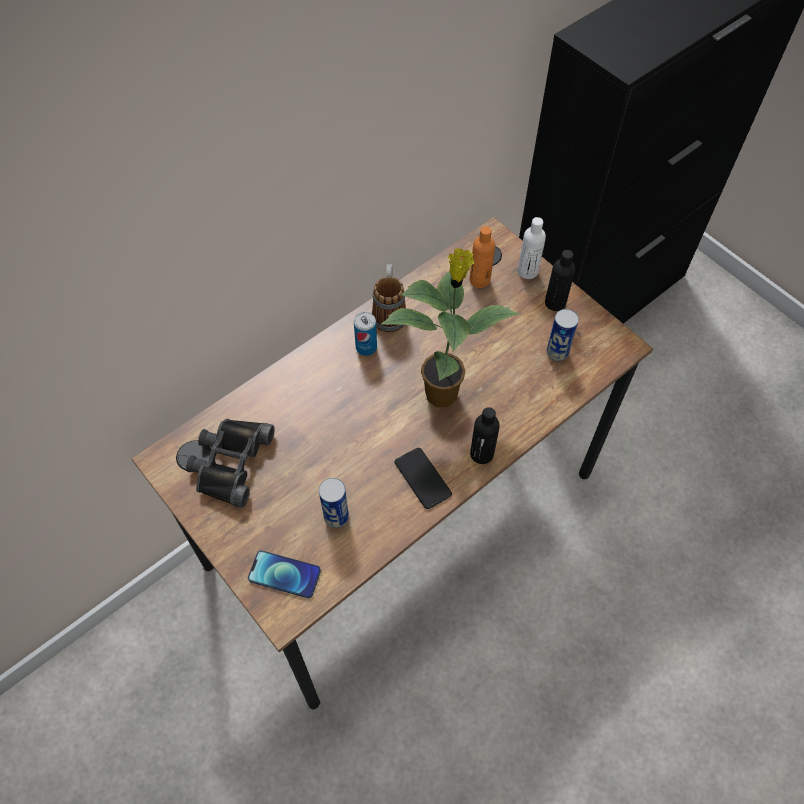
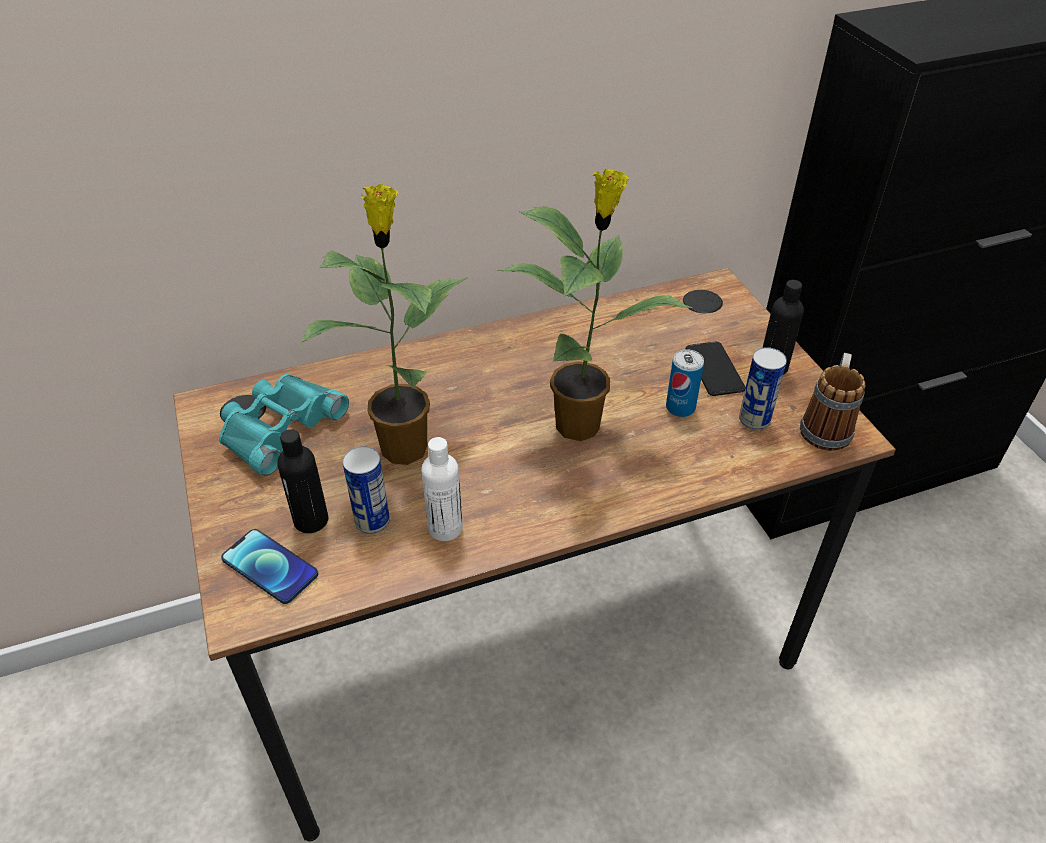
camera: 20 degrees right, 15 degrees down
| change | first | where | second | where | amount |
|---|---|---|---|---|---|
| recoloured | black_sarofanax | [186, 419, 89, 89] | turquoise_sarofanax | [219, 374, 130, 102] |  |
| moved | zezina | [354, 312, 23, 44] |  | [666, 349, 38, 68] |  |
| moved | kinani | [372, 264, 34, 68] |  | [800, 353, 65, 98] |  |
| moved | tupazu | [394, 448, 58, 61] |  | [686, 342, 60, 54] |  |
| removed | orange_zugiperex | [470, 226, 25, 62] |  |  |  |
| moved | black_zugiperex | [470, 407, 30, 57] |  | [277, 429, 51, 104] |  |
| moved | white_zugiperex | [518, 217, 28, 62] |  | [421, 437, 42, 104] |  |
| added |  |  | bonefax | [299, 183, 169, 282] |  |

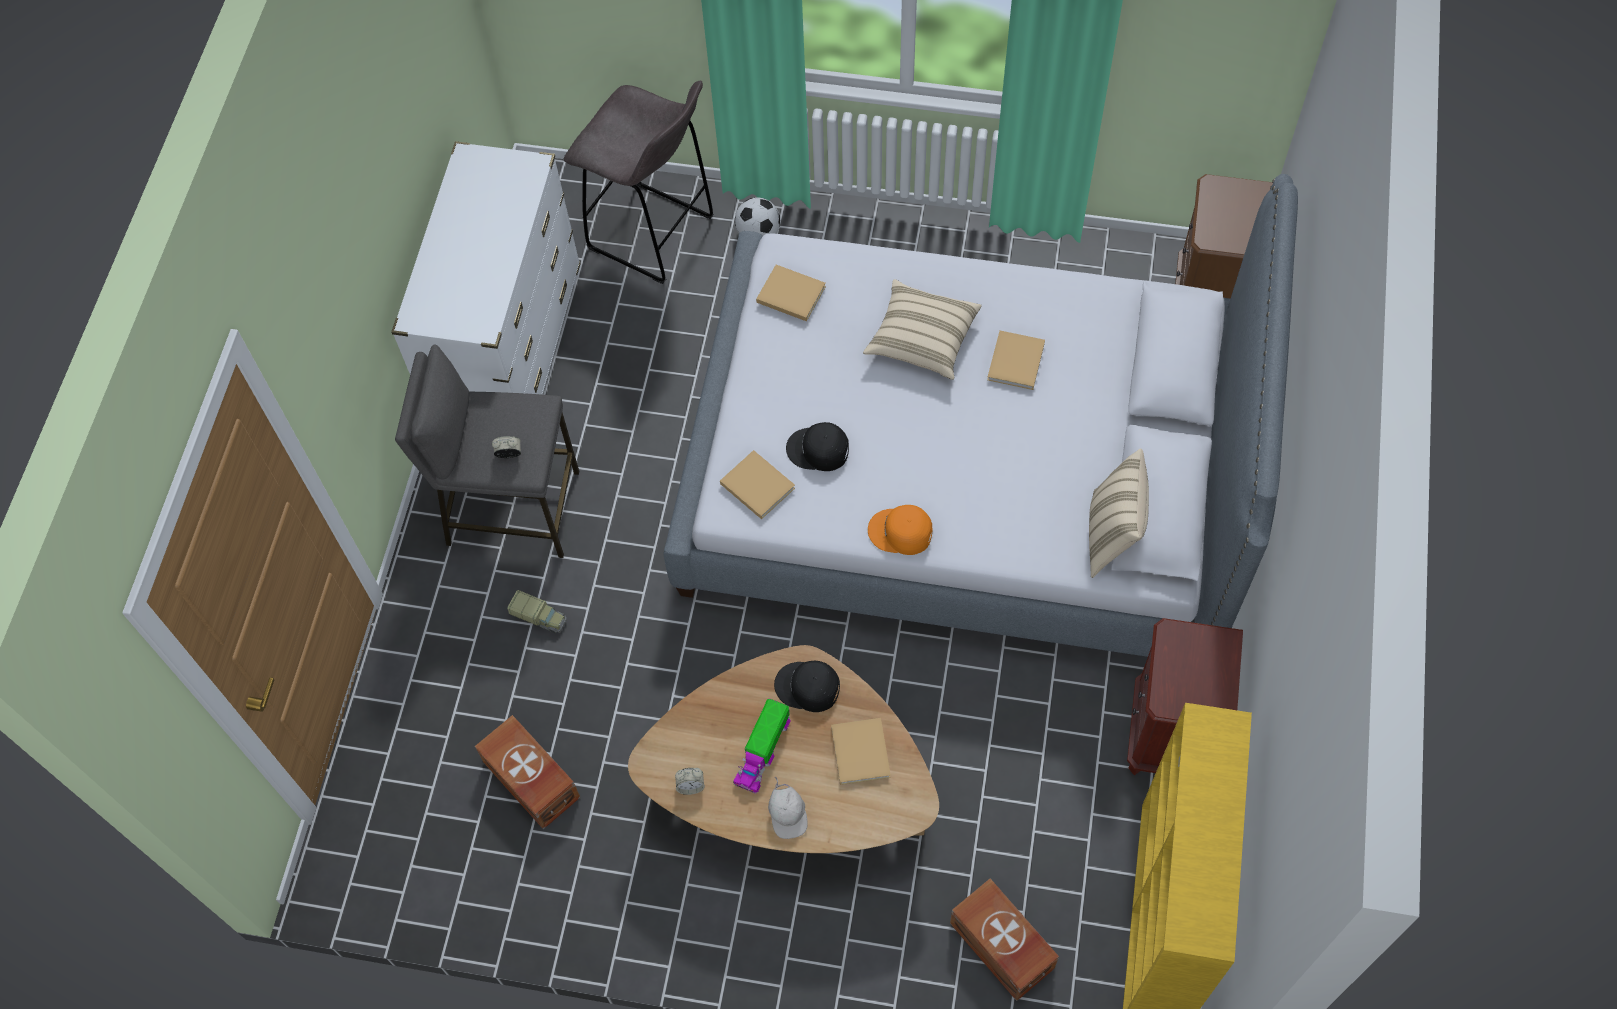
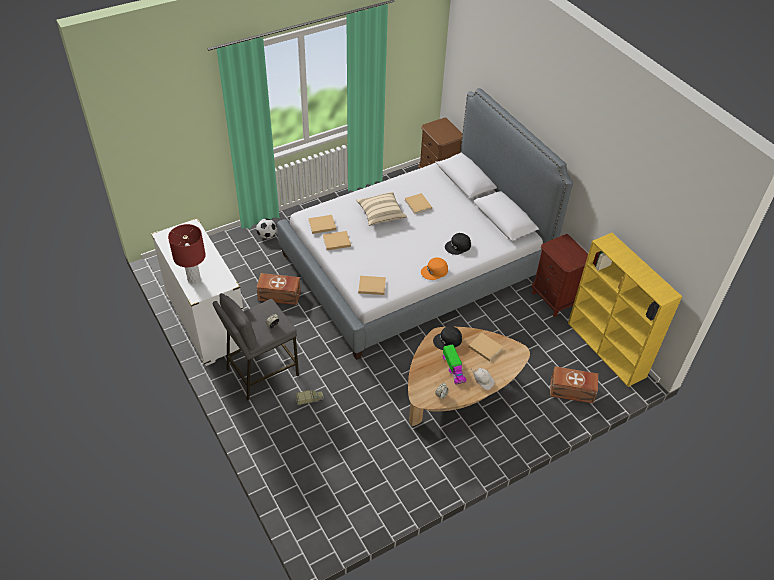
camera: 45 degrees left, 15 degrees down
| change | first | where | second | where | amount |
|---|---|---|---|---|---|
| moved | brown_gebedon | [475, 715, 105, 114] |  | [256, 273, 45, 32] |  |
| removed | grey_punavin | [564, 80, 150, 204] |  |  |  |
| moved | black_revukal | [786, 422, 63, 49] |  | [445, 233, 26, 22] |  |
| removed | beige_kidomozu | [1089, 448, 60, 130] |  |  |  |
| added |  |  | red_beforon | [168, 224, 38, 60] |  |
| added |  |  | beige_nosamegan | [323, 231, 28, 19] |  |

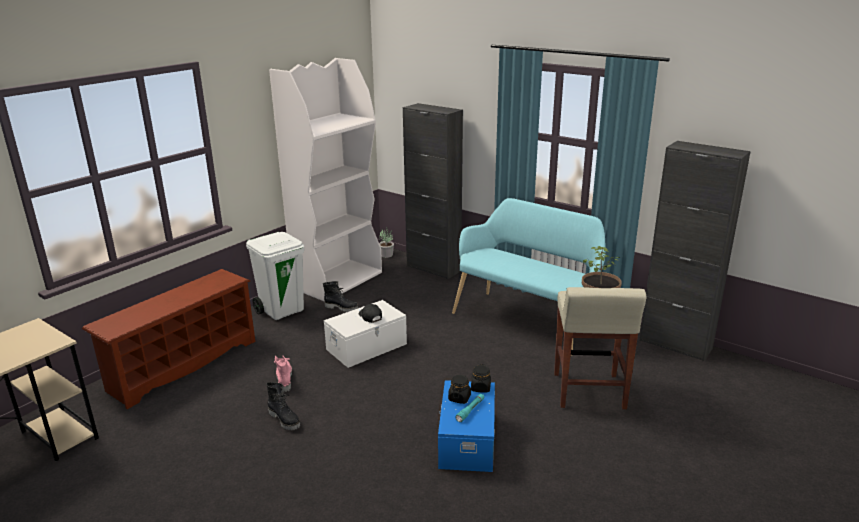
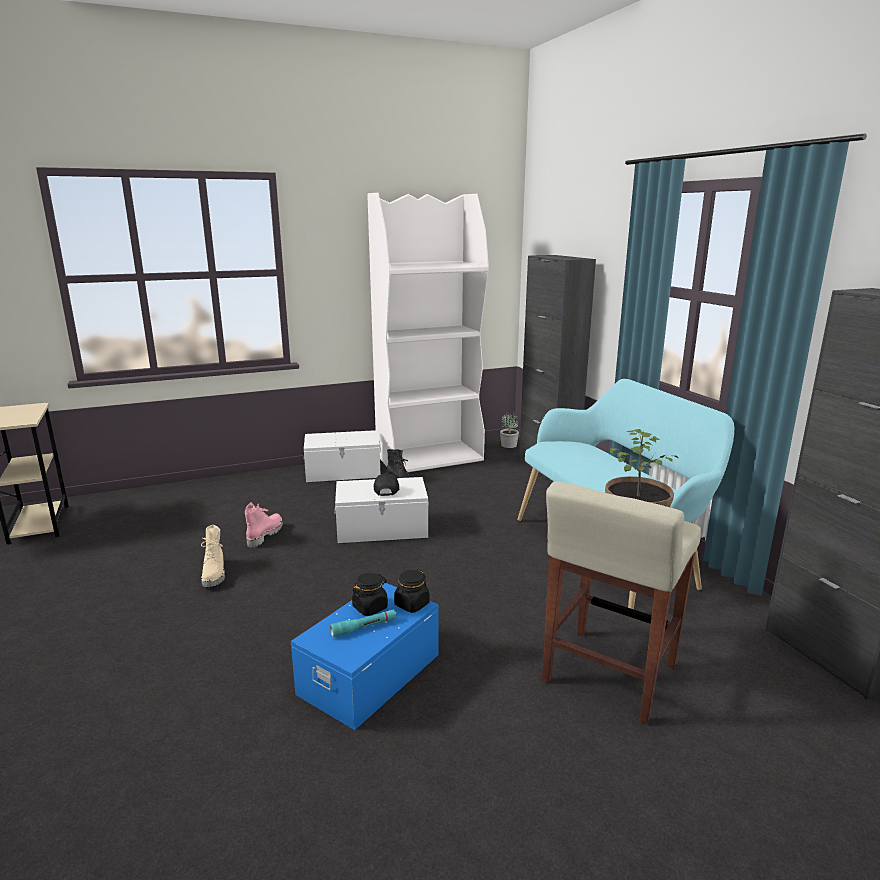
camera: 30 degrees right, 5 degrees down
| change | first | where | second | where | amount |
|---|---|---|---|---|---|
| removed | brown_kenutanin | [82, 269, 174, 140] |  |  |  |
| replaced | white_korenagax | [246, 232, 58, 88] | white_gebedon | [304, 430, 77, 52] |  |
| recoloured | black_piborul | [266, 382, 34, 48] | beige_piborul | [201, 525, 24, 62] |  |

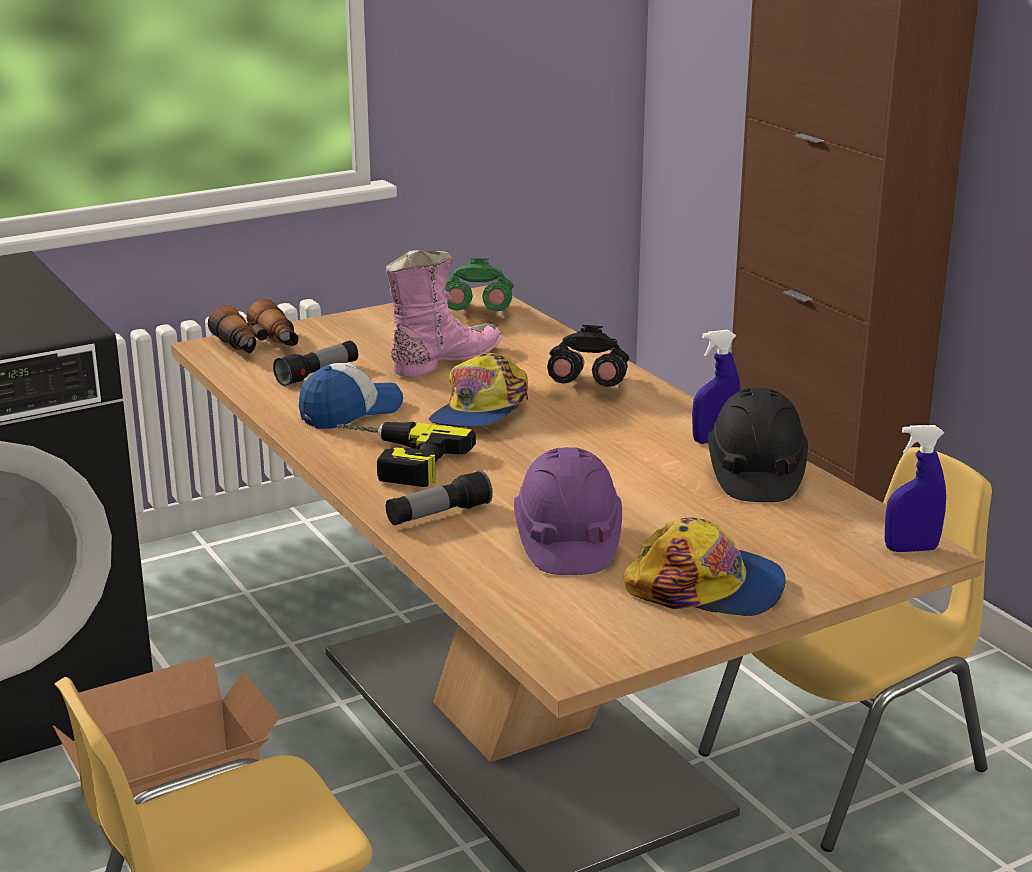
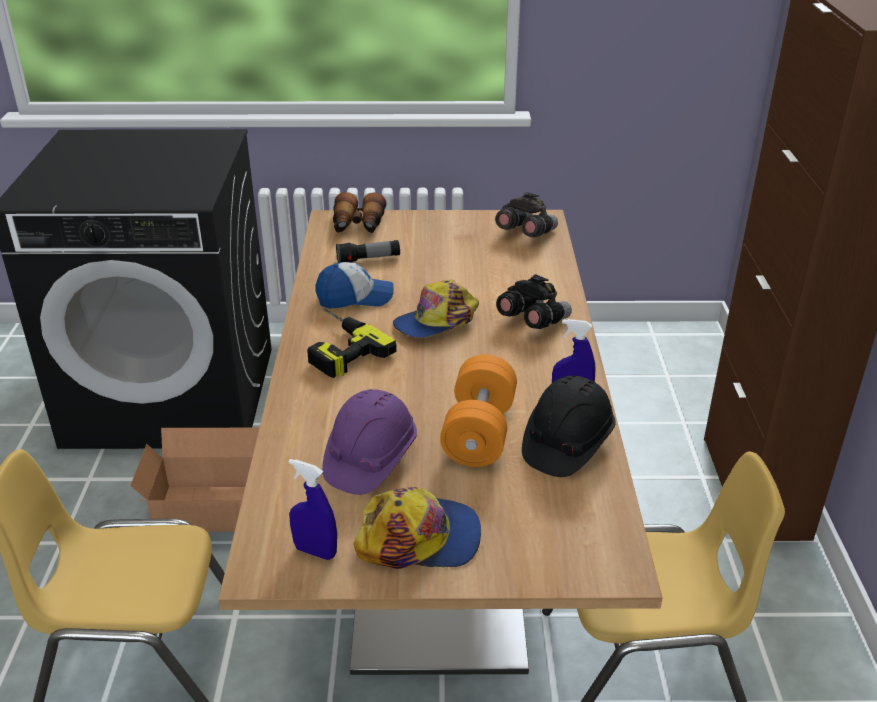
camera: 30 degrees right, 10 degrees up
| change | first | where | second | where | amount |
|---|---|---|---|---|---|
| removed | pink_piborul | [386, 250, 116, 128] |  |  |  |
| removed | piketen | [386, 470, 107, 55] |  |  |  |
| recoloured | green_sarofanax | [445, 258, 69, 54] | grey_sarofanax | [495, 192, 63, 45] |  |
| turned | revukal | [624, 517, 162, 99] |  | [354, 487, 127, 82] | 45 degrees counterclockwise |
| moved | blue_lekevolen | [885, 425, 61, 127] |  | [289, 459, 48, 101] |  |
| added |  |  | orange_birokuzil | [440, 354, 77, 113] |  |

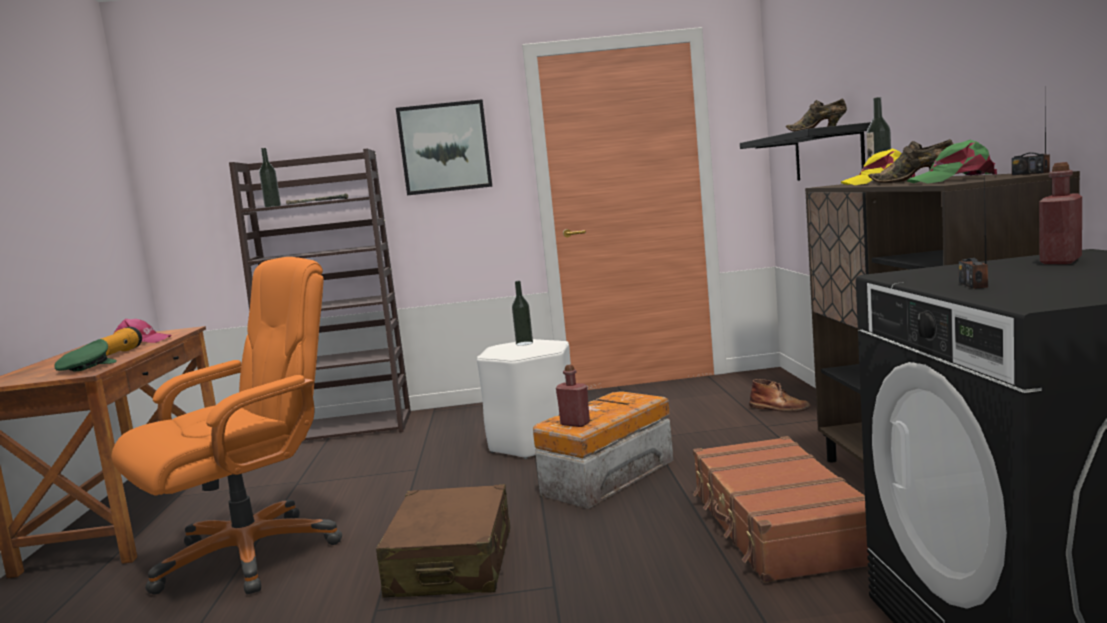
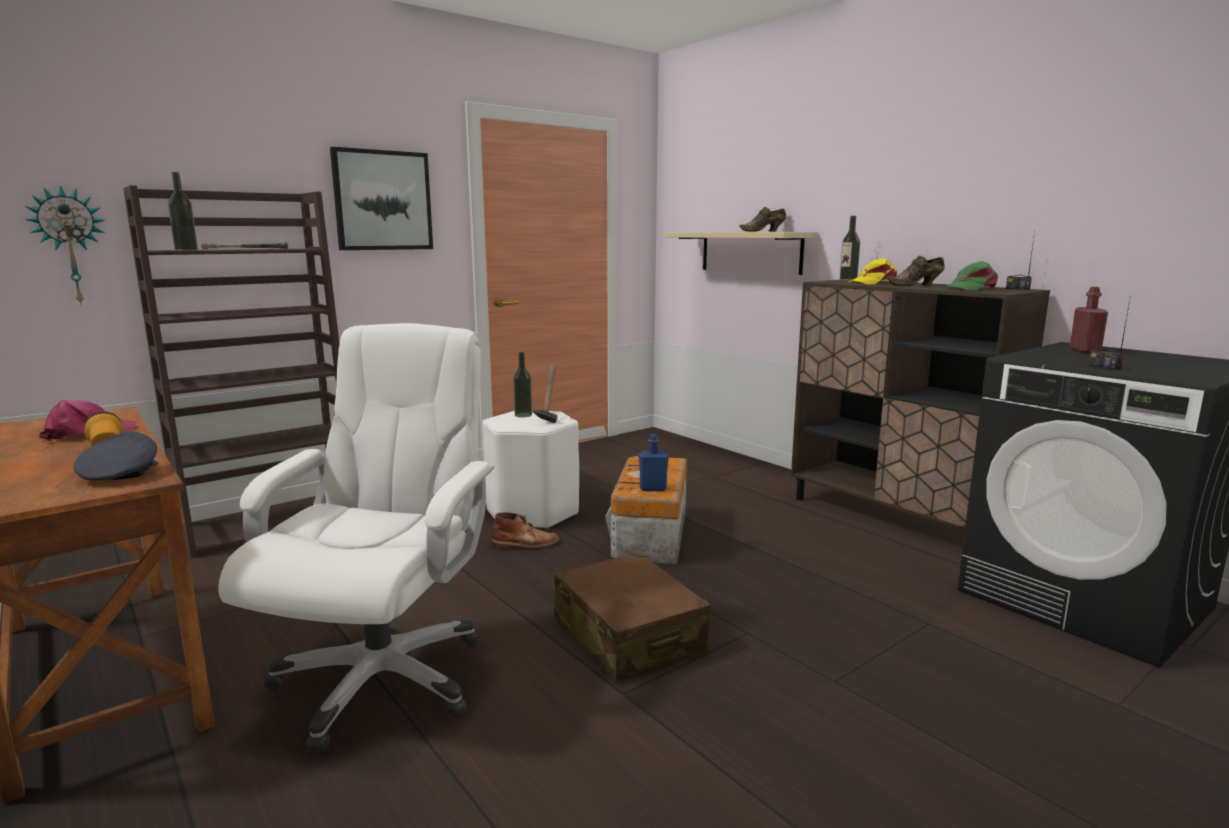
camera: 35 degrees left, 5 degrees up
| change | first | where | second | where | amount |
|---|---|---|---|---|---|
| recoloured | green_revukal | [54, 339, 63, 33] | grey_revukal | [74, 431, 85, 50] |  |
| recoloured | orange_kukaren | [111, 257, 231, 338] | white_kukaren | [218, 323, 276, 430] |  |
| recoloured | red_zugiperex | [556, 365, 34, 62] | blue_zugiperex | [639, 434, 30, 57] |  |
| removed | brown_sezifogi | [693, 436, 177, 147] |  |  |  |
| recoloured | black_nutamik | [740, 122, 131, 59] | beige_nutamik | [663, 232, 155, 43] |  |
| moved | brown_piborul | [749, 379, 62, 33] |  | [491, 512, 69, 37] |  |
| added |  |  | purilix | [25, 185, 80, 121] |  |
| added |  |  | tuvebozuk | [532, 364, 26, 59] |  |

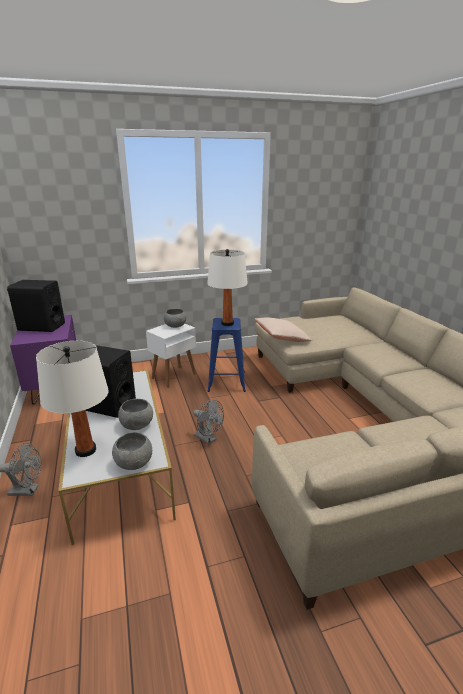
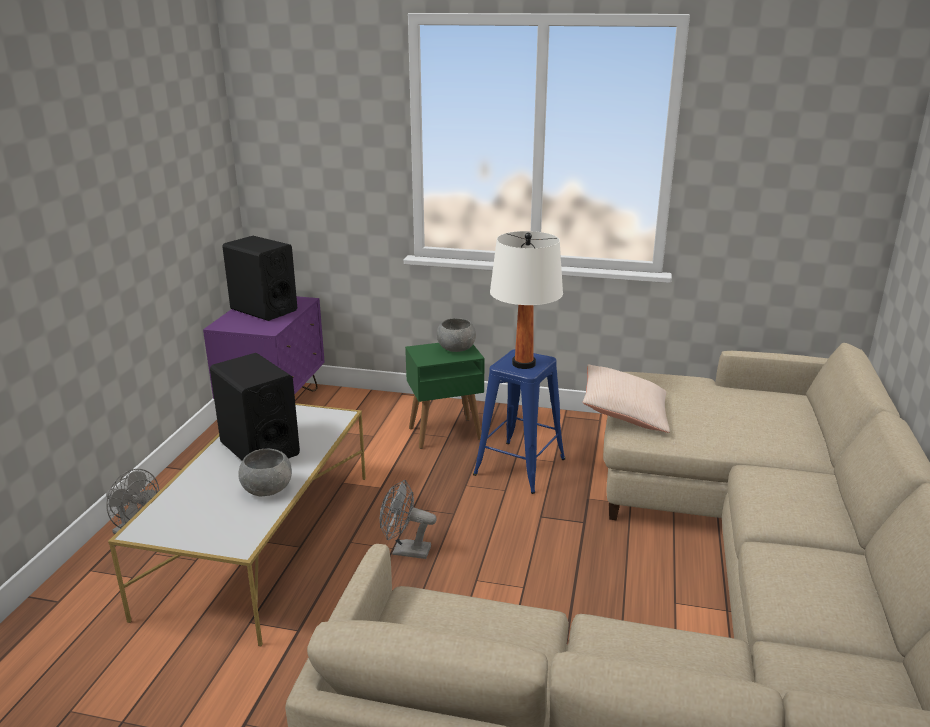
camera: 30 degrees right, 0 degrees up
| change | first | where | second | where | amount |
|---|---|---|---|---|---|
| removed | white_beforon | [36, 341, 73, 116] |  |  |  |
| removed | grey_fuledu | [112, 432, 40, 38] |  |  |  |
| recoloured | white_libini | [146, 324, 50, 63] | green_libini | [405, 343, 80, 106] |  |
| turned | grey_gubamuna | [193, 400, 31, 45] |  | [380, 479, 57, 80] | 120 degrees clockwise |

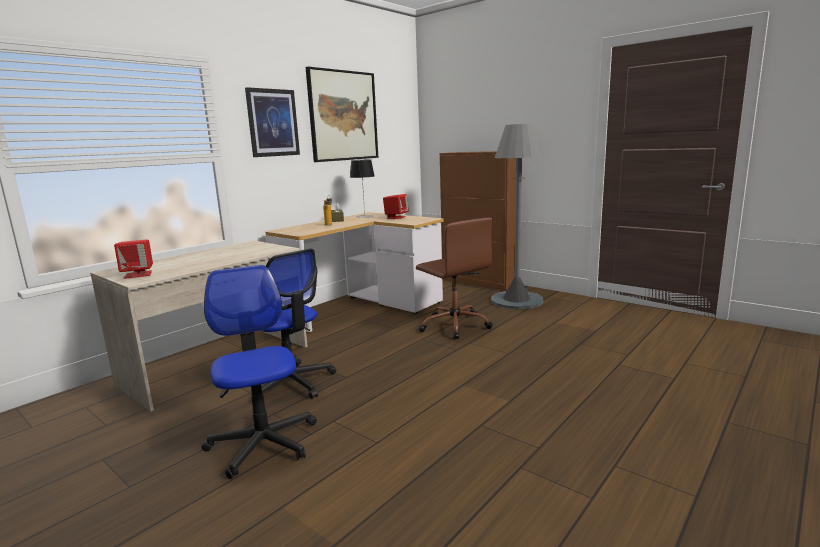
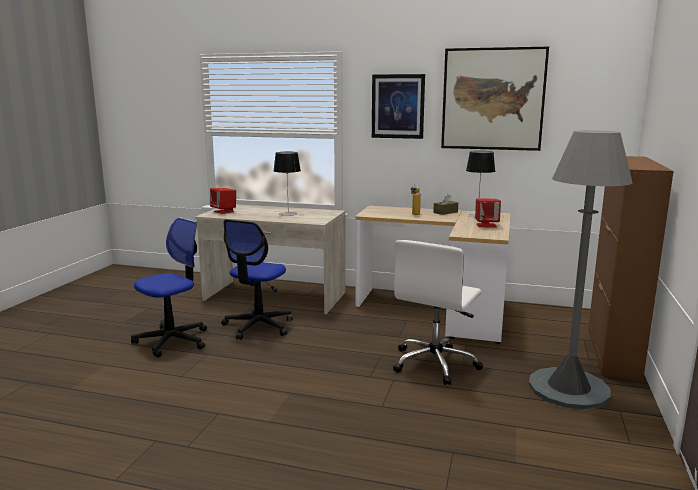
camera: 65 degrees right, 0 degrees up
| change | first | where | second | where | amount |
|---|---|---|---|---|---|
| recoloured | brown_kukaren | [416, 218, 77, 122] | white_kukaren | [393, 240, 90, 145] |  |
| added |  |  | beforon | [274, 152, 27, 64] |  |

